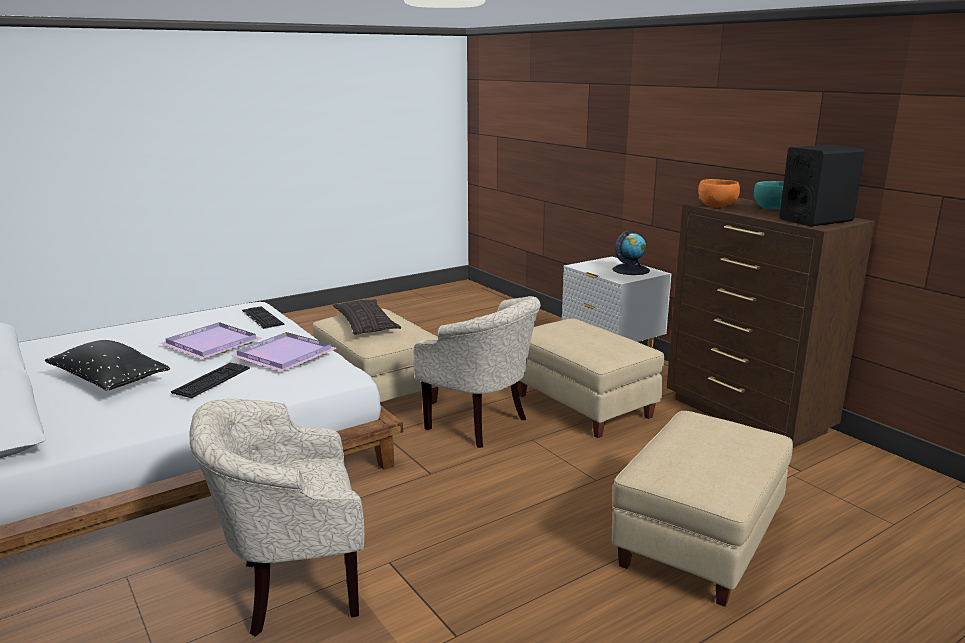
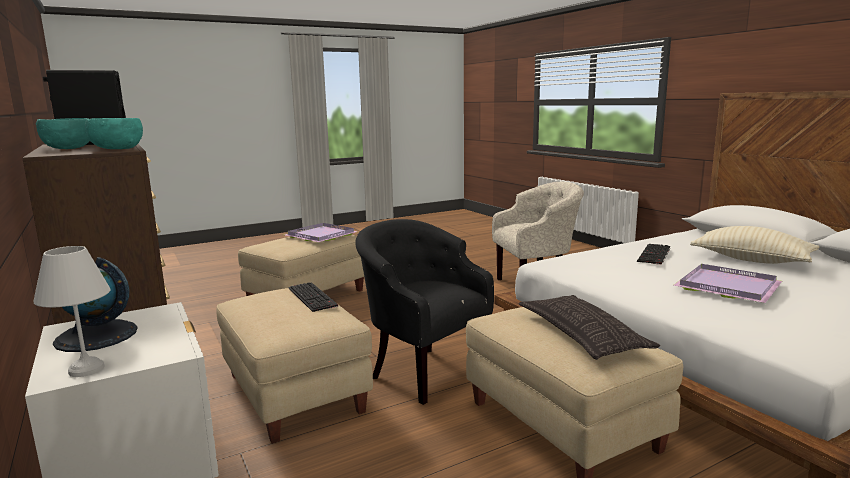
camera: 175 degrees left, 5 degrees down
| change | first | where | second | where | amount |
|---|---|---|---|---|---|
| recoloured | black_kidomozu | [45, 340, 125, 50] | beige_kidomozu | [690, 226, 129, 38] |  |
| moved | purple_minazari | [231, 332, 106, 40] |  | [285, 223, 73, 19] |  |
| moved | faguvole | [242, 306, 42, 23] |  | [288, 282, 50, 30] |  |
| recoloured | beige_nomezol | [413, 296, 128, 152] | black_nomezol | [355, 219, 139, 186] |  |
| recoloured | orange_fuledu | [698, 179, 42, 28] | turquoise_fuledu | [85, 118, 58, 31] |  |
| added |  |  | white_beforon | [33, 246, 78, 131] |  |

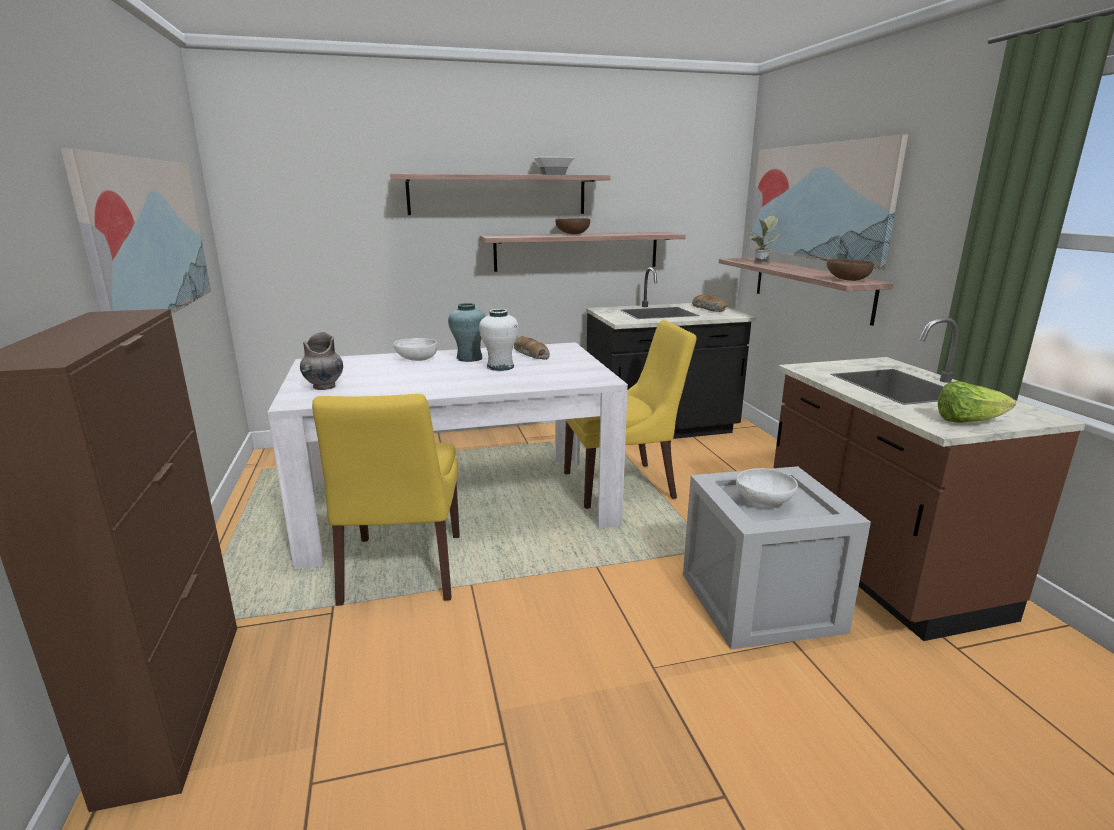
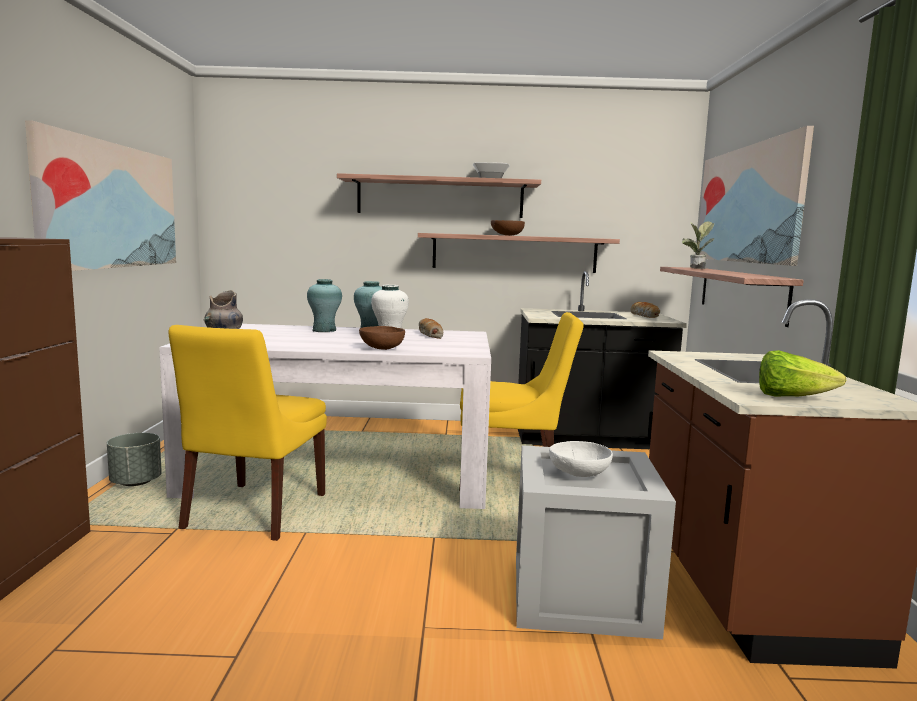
camera: 15 degrees right, 10 degrees down
| change | first | where | second | where | amount |
|---|---|---|---|---|---|
| replaced | white_fuledu | [393, 338, 45, 23] | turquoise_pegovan | [307, 279, 35, 53] |  |
| moved | brown_fuledu | [827, 259, 47, 22] |  | [359, 326, 46, 24] |  |
| added |  |  | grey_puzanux | [107, 433, 55, 53] |  |

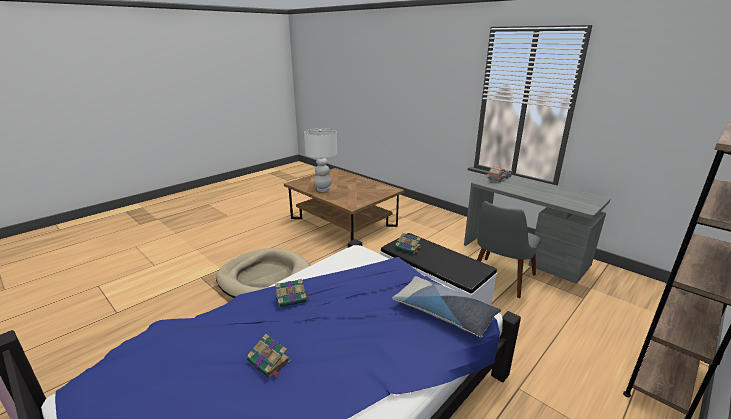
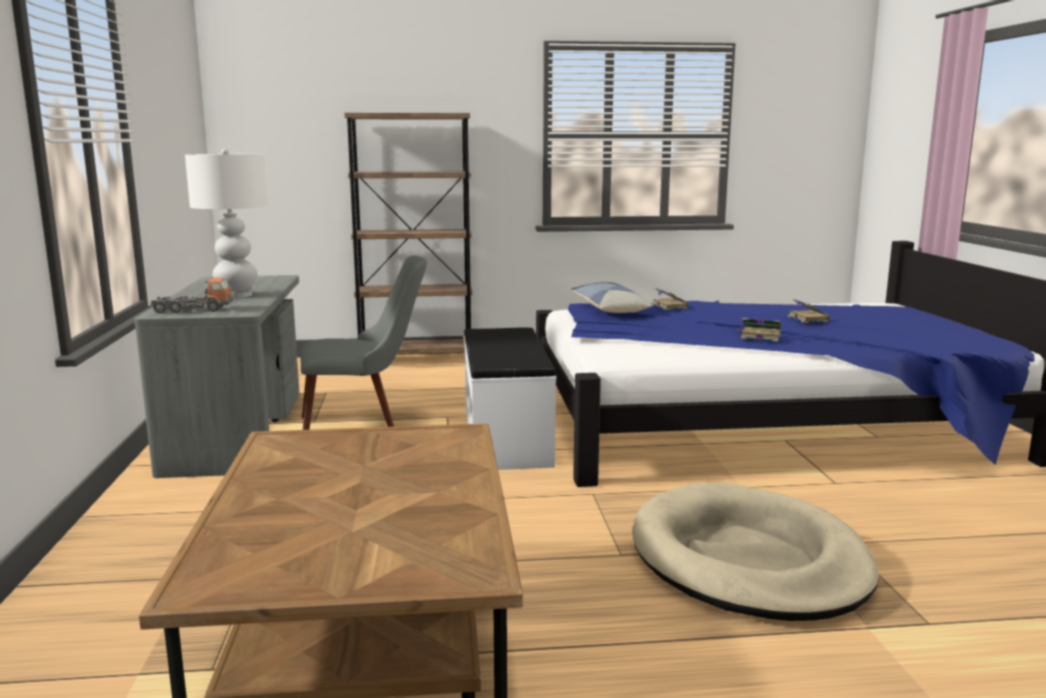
camera: 140 degrees left, 10 degrees down
| change | first | where | second | where | amount |
|---|---|---|---|---|---|
| moved | white_beforon | [304, 128, 33, 64] |  | [185, 149, 83, 149] |  |
| moved | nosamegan | [395, 233, 26, 21] |  | [653, 288, 36, 22] |  |

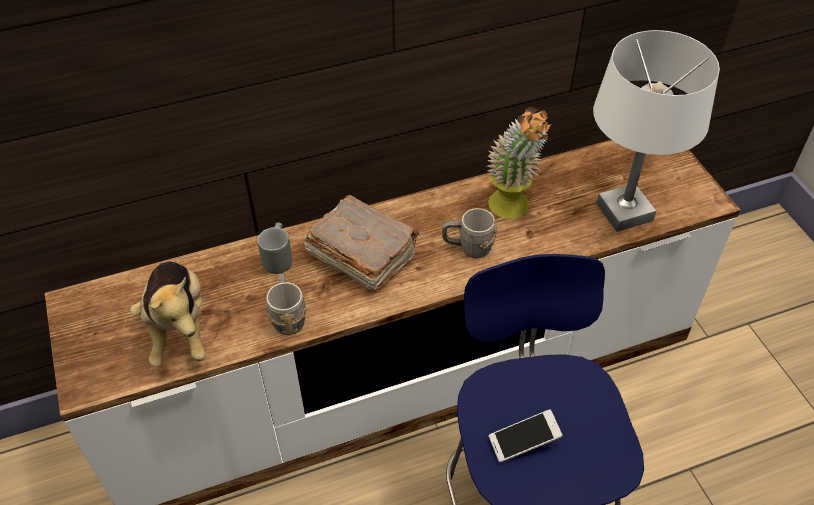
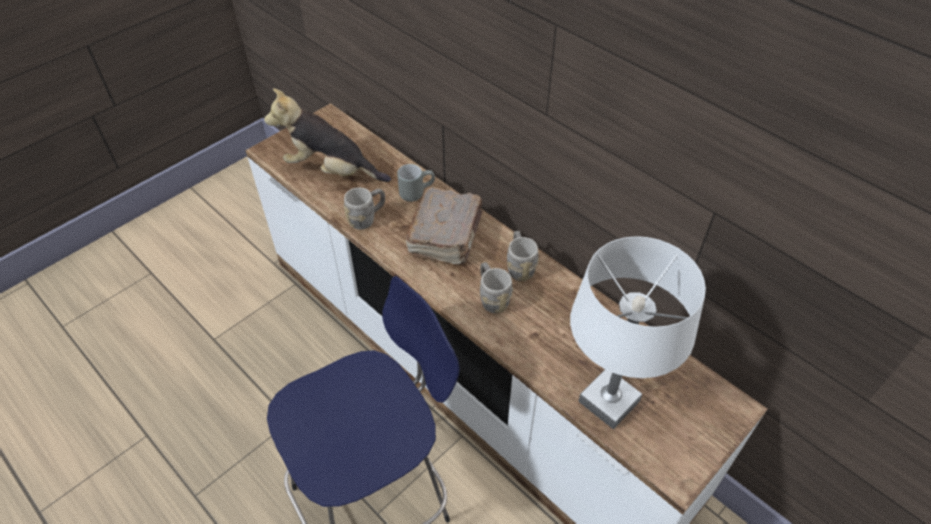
camera: 65 degrees right, 0 degrees up
| change | first | where | second | where | amount |
|---|---|---|---|---|---|
| turned | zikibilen | [130, 261, 76, 106] |  | [264, 88, 127, 94] | 60 degrees clockwise |
| removed | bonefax | [487, 107, 64, 112] |  |  |  |
| removed | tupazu | [489, 409, 74, 54] |  |  |  |
| added |  |  | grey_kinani | [507, 231, 32, 50] |  |

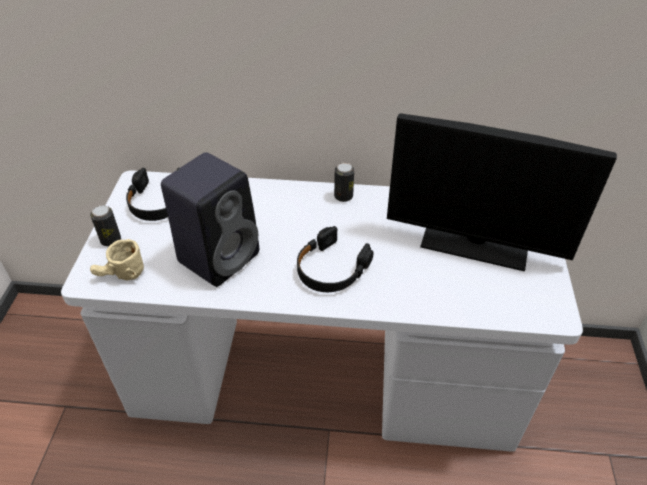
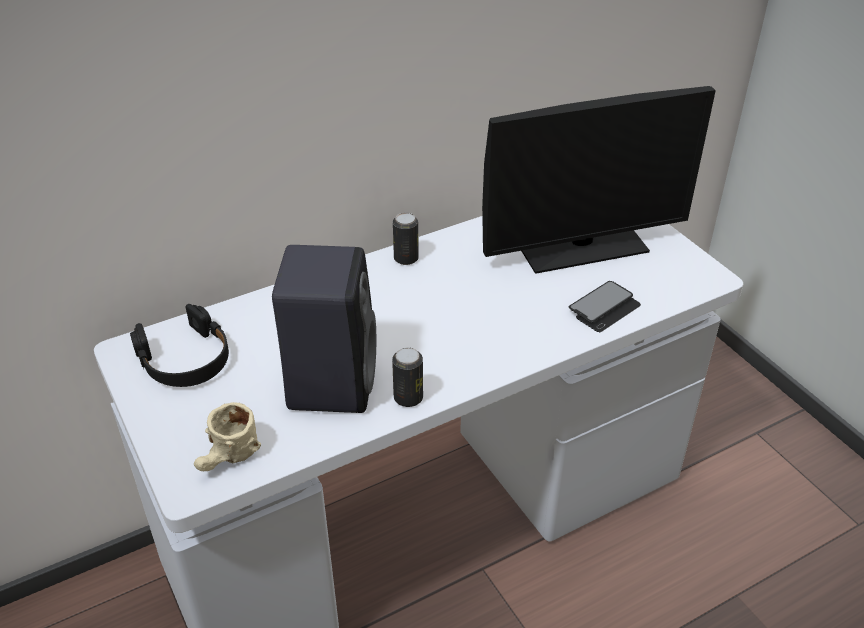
camera: 35 degrees left, 5 degrees down
| change | first | where | second | where | amount |
|---|---|---|---|---|---|
| moved | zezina | [90, 205, 31, 41] |  | [392, 347, 31, 60] |  |
| removed | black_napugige | [297, 226, 76, 66] |  |  |  |
| added |  |  | tupazu | [569, 281, 72, 51] |  |

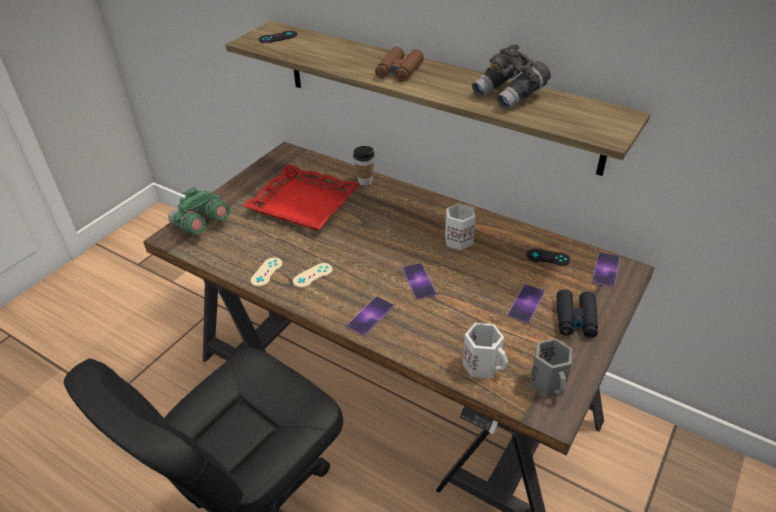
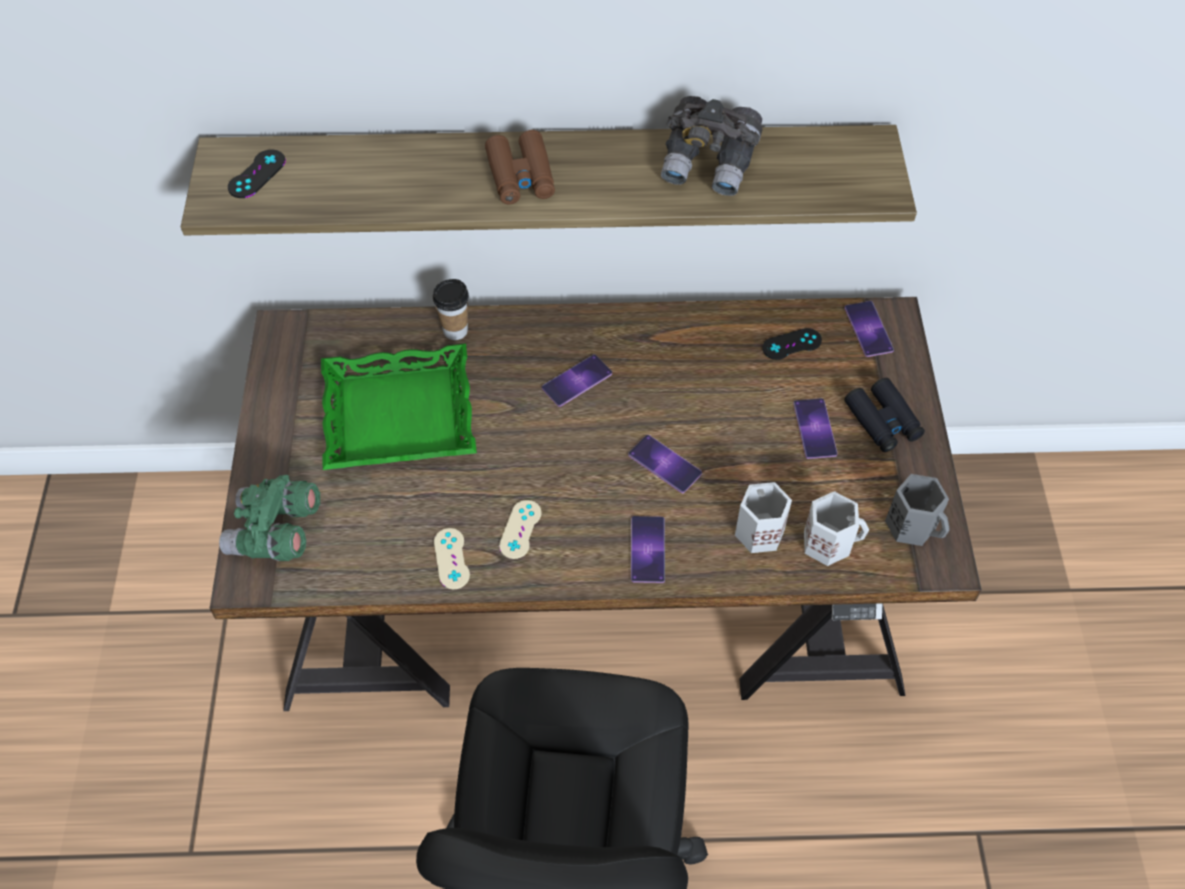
camera: 35 degrees left, 15 degrees up
| change | first | where | second | where | amount |
|---|---|---|---|---|---|
| recoloured | red_minazari | [242, 164, 118, 66] | green_minazari | [321, 344, 156, 126] |  |
| moved | white_kinani | [445, 203, 31, 47] |  | [735, 482, 57, 71] |  |
| added |  |  | tupazu | [542, 354, 70, 53] |  |

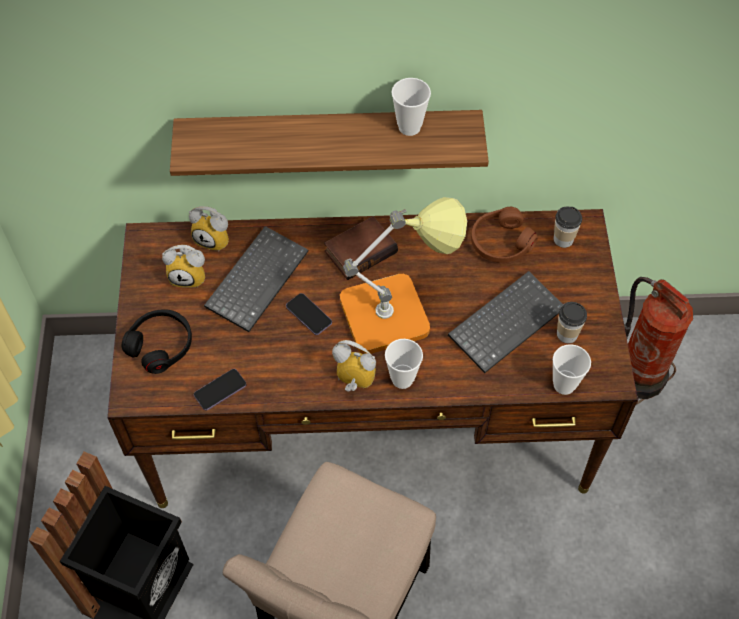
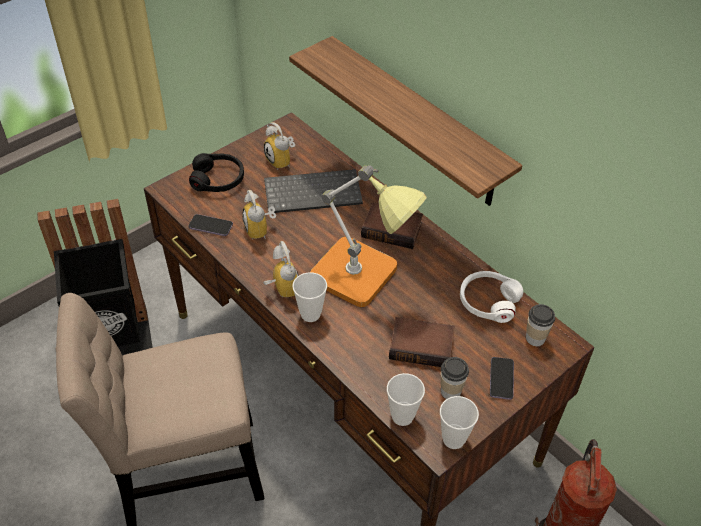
camera: 50 degrees right, 10 degrees down
| change | first | where | second | where | amount |
|---|---|---|---|---|---|
| moved | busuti | [189, 206, 40, 45] |  | [243, 190, 33, 50] |  |
| moved | tupazu | [286, 293, 46, 42] |  | [490, 357, 24, 43] |  |
| moved | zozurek | [392, 78, 39, 58] |  | [440, 396, 39, 53] |  |
| replaced | faguvole | [448, 271, 115, 102] | nosamegan | [389, 317, 65, 50] |  |
| recoloured | brown_napugige | [471, 207, 67, 56] | white_napugige | [460, 271, 63, 52] |  |

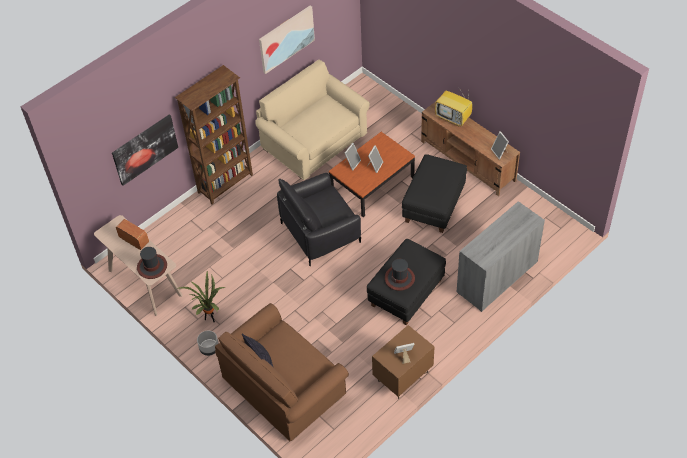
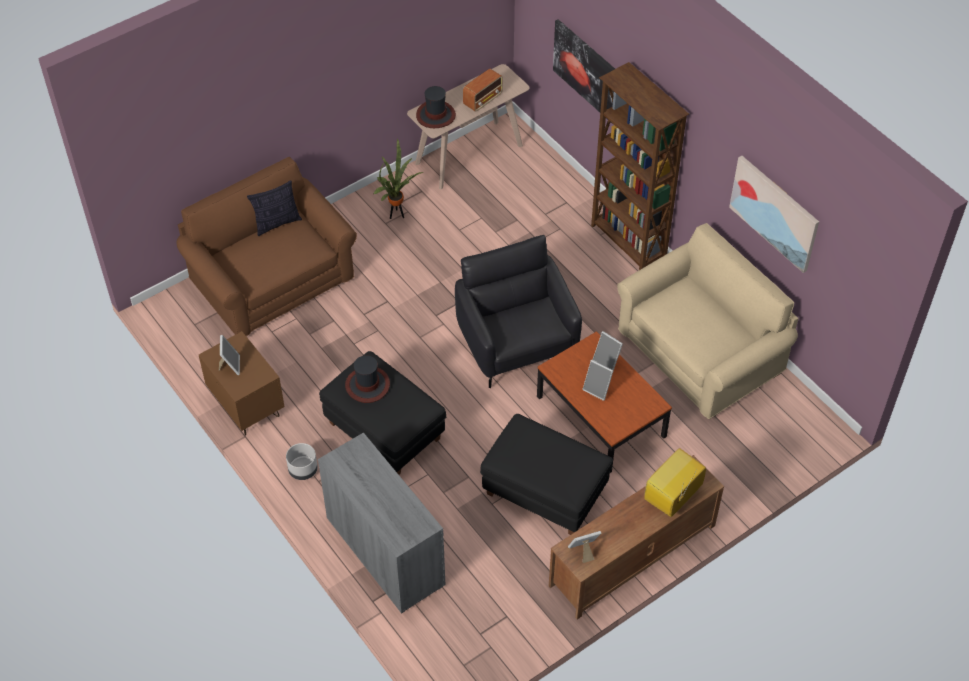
camera: 95 degrees right, 0 degrees up
| change | first | where | second | where | amount |
|---|---|---|---|---|---|
| moved | grey_puzanux | [197, 331, 22, 25] |  | [286, 443, 32, 37] |  |

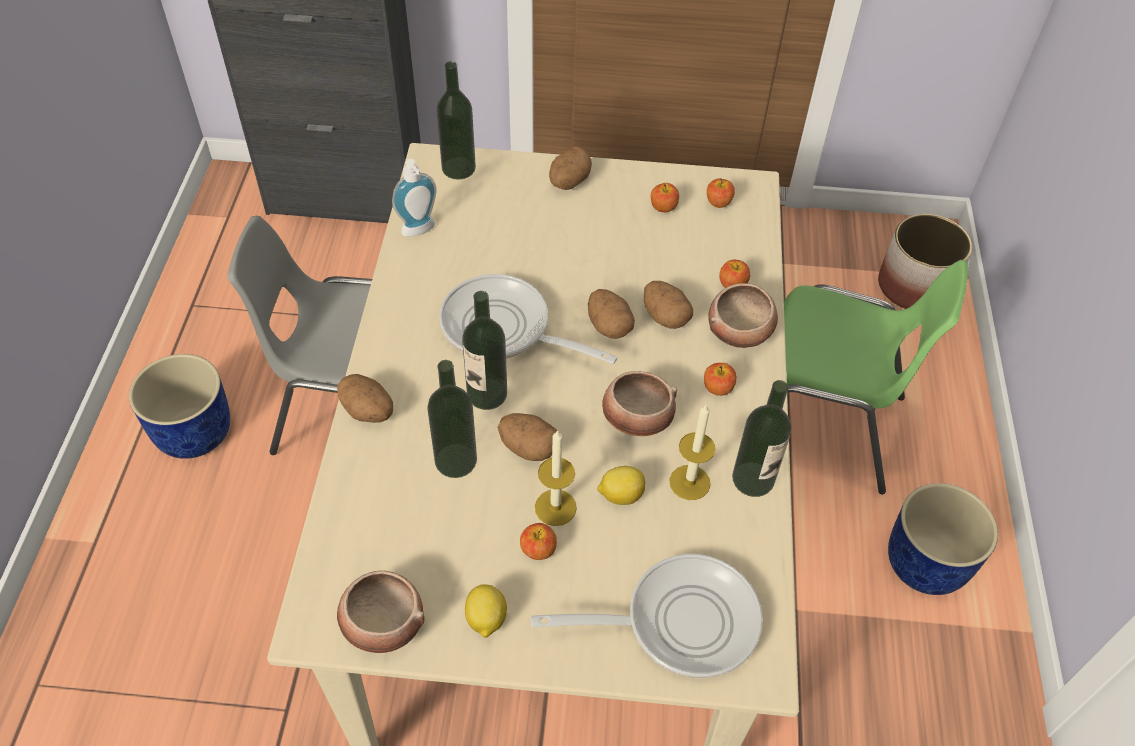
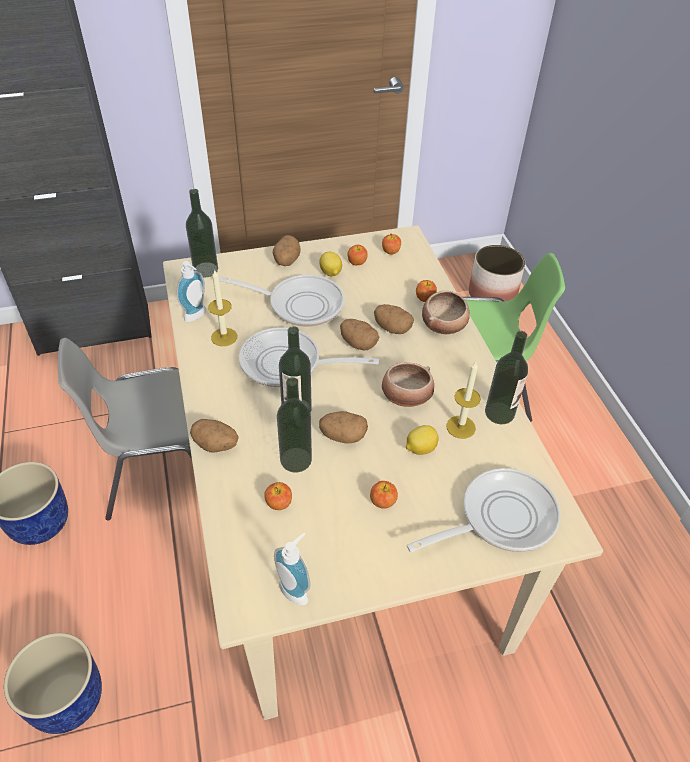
camera: 20 degrees left, 5 degrees down
| change | first | where | second | where | amount |
|---|---|---|---|---|---|
| replaced | fuledu | [337, 571, 88, 82] | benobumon | [274, 533, 37, 72] |  |
| moved | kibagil | [465, 584, 42, 54] |  | [319, 252, 23, 24] |  |
| moved | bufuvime | [535, 430, 42, 96] |  | [208, 269, 29, 77] |  |
| moved | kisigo | [704, 363, 33, 33] |  | [264, 482, 28, 28] |  |
| moved | blue_puzanux | [888, 483, 110, 112] |  | [4, 633, 98, 101] |  |
| added |  |  | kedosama | [219, 275, 125, 52] |  |

